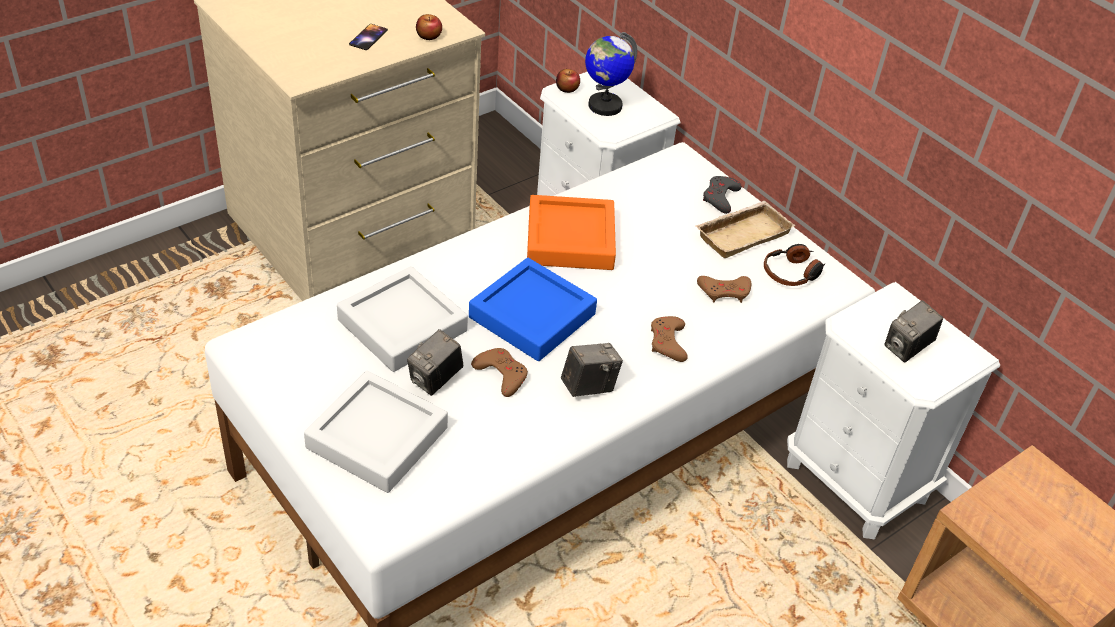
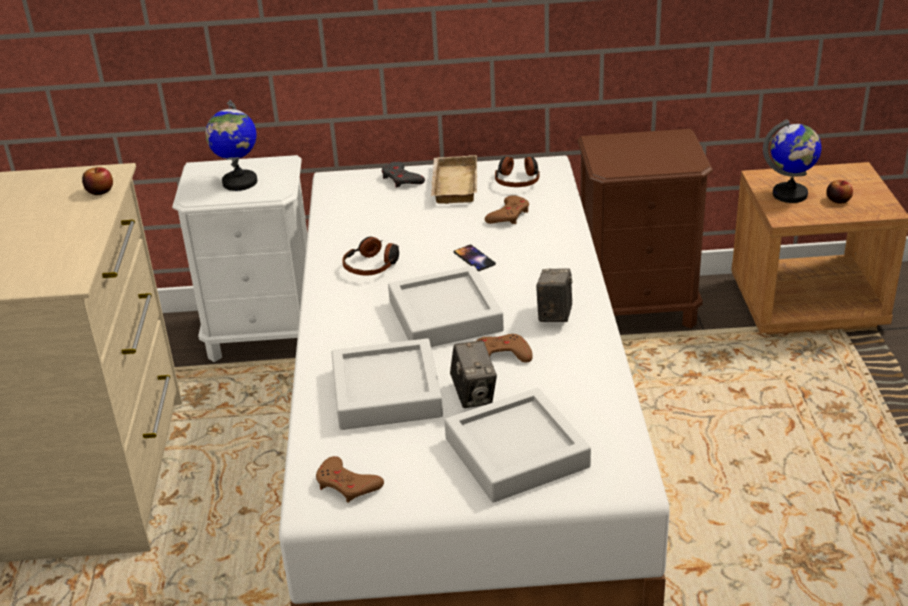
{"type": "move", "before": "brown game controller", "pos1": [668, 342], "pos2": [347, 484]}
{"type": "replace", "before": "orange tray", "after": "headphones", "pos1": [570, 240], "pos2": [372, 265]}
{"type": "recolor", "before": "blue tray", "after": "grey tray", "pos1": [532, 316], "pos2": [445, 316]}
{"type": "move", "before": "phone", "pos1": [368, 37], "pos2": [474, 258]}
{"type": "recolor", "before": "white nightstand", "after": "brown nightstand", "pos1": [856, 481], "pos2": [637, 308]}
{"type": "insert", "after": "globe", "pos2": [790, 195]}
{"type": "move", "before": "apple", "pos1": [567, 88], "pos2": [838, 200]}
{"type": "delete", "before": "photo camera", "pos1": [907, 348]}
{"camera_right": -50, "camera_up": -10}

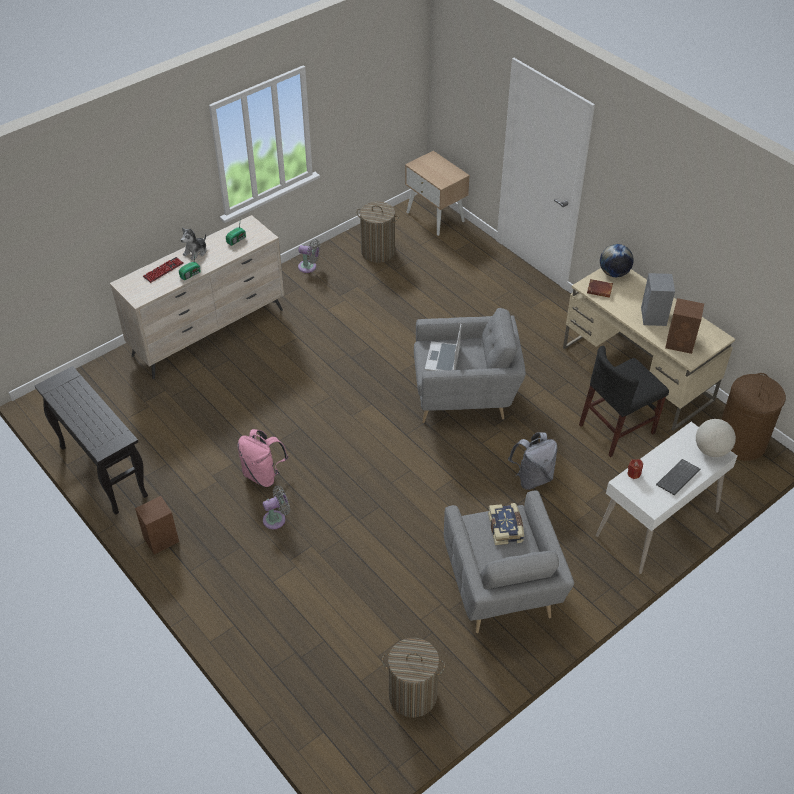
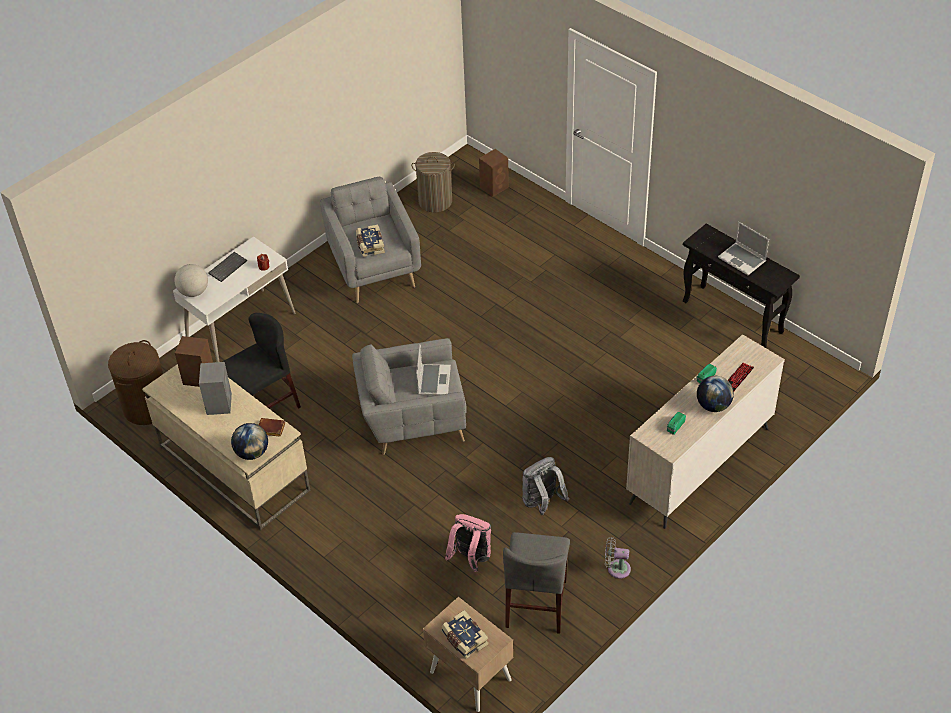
{"type": "insert", "after": "book", "pos2": [464, 639]}
{"type": "move", "before": "pink backpack", "pos1": [263, 475], "pos2": [471, 558]}
{"type": "move", "before": "brown speaker", "pos1": [160, 540], "pos2": [494, 187]}
{"type": "replace", "before": "laundry basket", "after": "grey chair", "pos1": [378, 252], "pos2": [536, 603]}
{"type": "move", "before": "grey backpack", "pos1": [532, 478], "pos2": [542, 503]}
{"type": "replace", "before": "plush toy", "after": "globe", "pos1": [196, 252], "pos2": [713, 405]}
{"type": "insert", "after": "laptop", "pos2": [742, 259]}
{"type": "delete", "before": "grey fan", "pos1": [276, 519]}
{"camera_right": 175, "camera_up": 0}

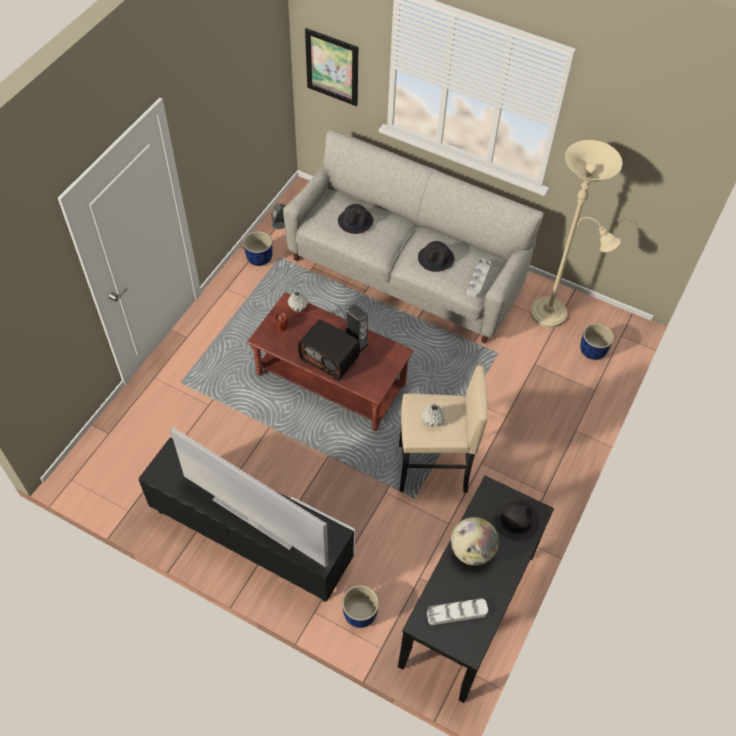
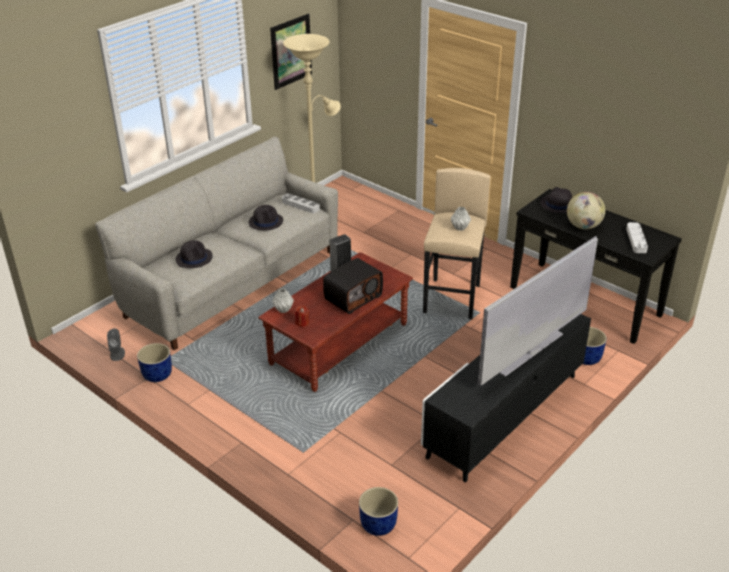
{"type": "move", "before": "picture", "pos1": [332, 67], "pos2": [291, 51]}
{"type": "move", "before": "blue planter", "pos1": [593, 350], "pos2": [378, 524]}
{"camera_right": -75, "camera_up": -20}

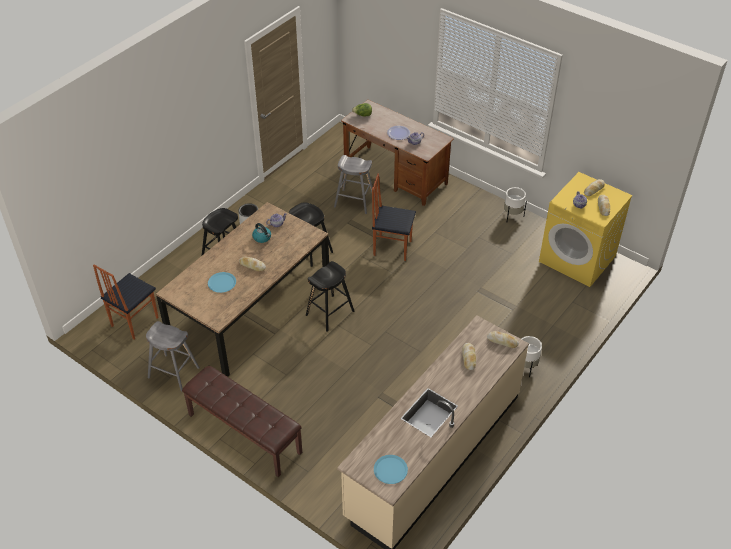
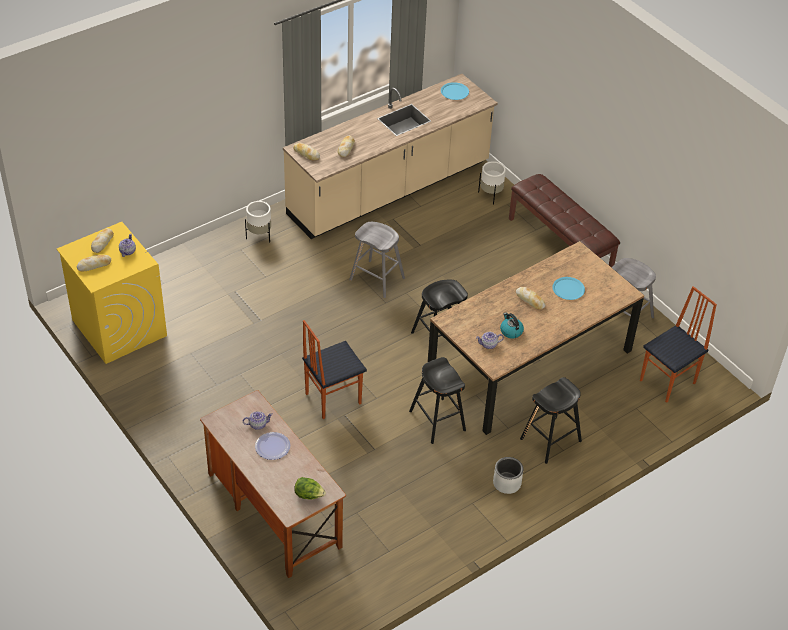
{"type": "rotate", "before": "chair", "pos1": [392, 247], "pos2": [332, 398], "turn": 120}
{"type": "move", "before": "grey stool", "pos1": [354, 201], "pos2": [376, 279]}
{"type": "move", "before": "white planter", "pos1": [512, 216], "pos2": [490, 195]}
{"camera_right": -165, "camera_up": 0}

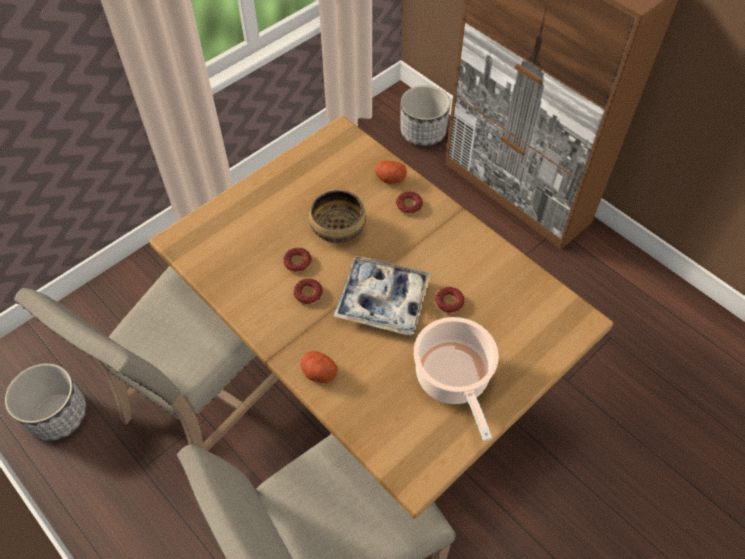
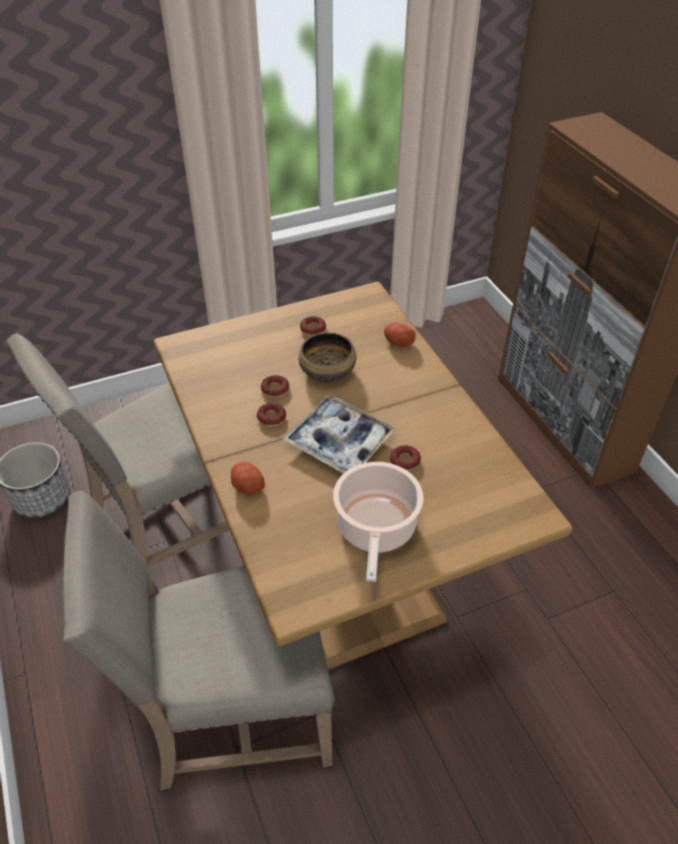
{"type": "move", "before": "donut", "pos1": [409, 205], "pos2": [313, 329]}
{"type": "delete", "before": "planter", "pos1": [423, 133]}
{"camera_right": 20, "camera_up": -10}

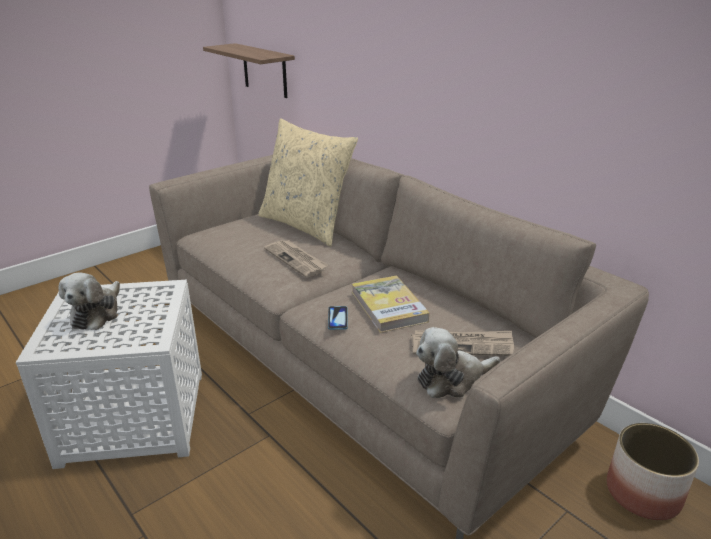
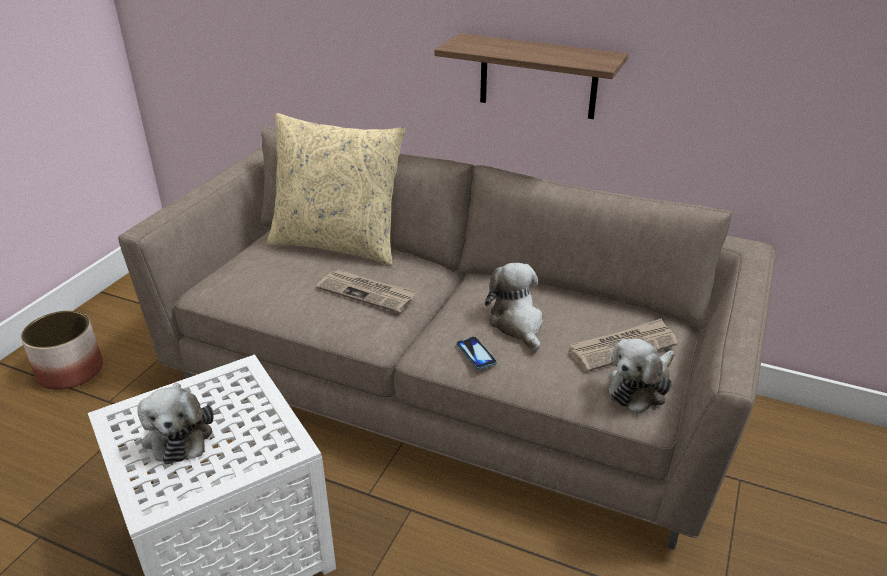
{"type": "move", "before": "planter", "pos1": [643, 493], "pos2": [71, 372]}
{"type": "move", "before": "shelf", "pos1": [264, 70], "pos2": [538, 77]}
{"type": "replace", "before": "book", "after": "plush toy", "pos1": [388, 306], "pos2": [517, 324]}
{"camera_right": -25, "camera_up": 5}

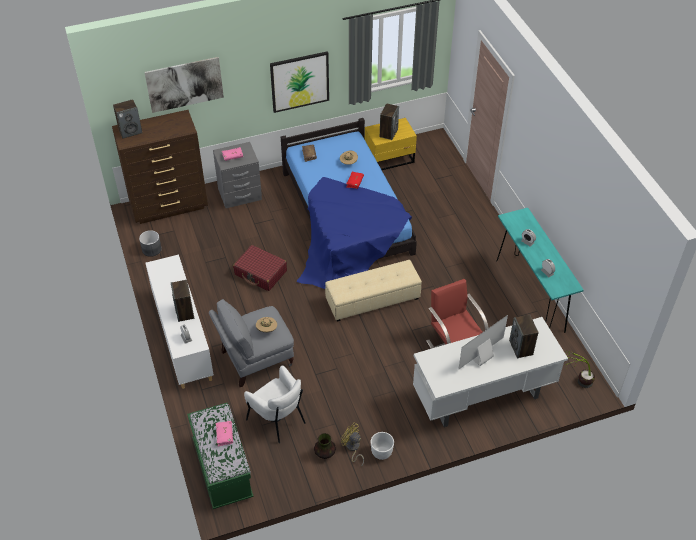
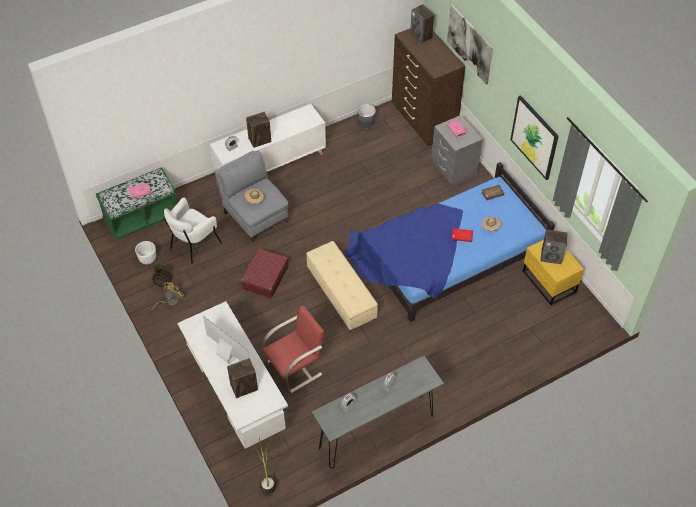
{"type": "move", "before": "white planter", "pos1": [381, 453], "pos2": [147, 259]}
{"type": "move", "before": "red suitcase", "pos1": [260, 273], "pos2": [265, 277]}
{"type": "recolor", "before": "turquoise console table", "after": "grey console table", "pos1": [530, 295], "pos2": [376, 431]}
{"camera_right": 80, "camera_up": 5}

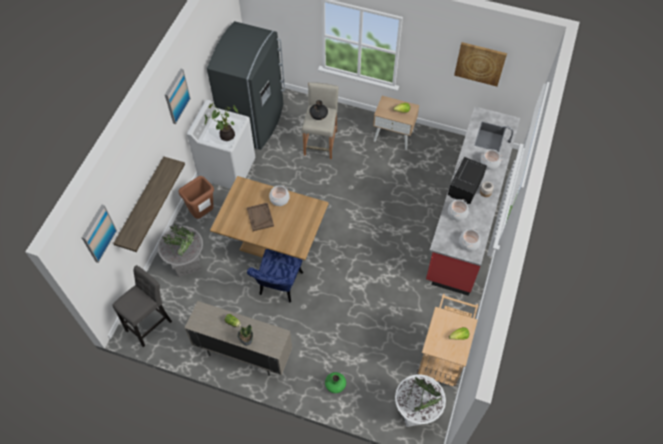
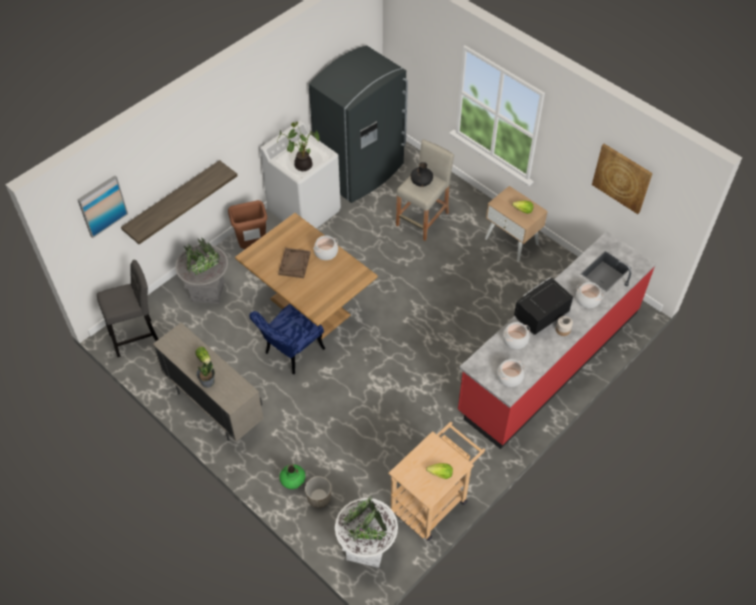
{"type": "insert", "after": "planter", "pos2": [319, 497]}
{"type": "delete", "before": "picture", "pos1": [176, 96]}
{"camera_right": 25, "camera_up": -5}

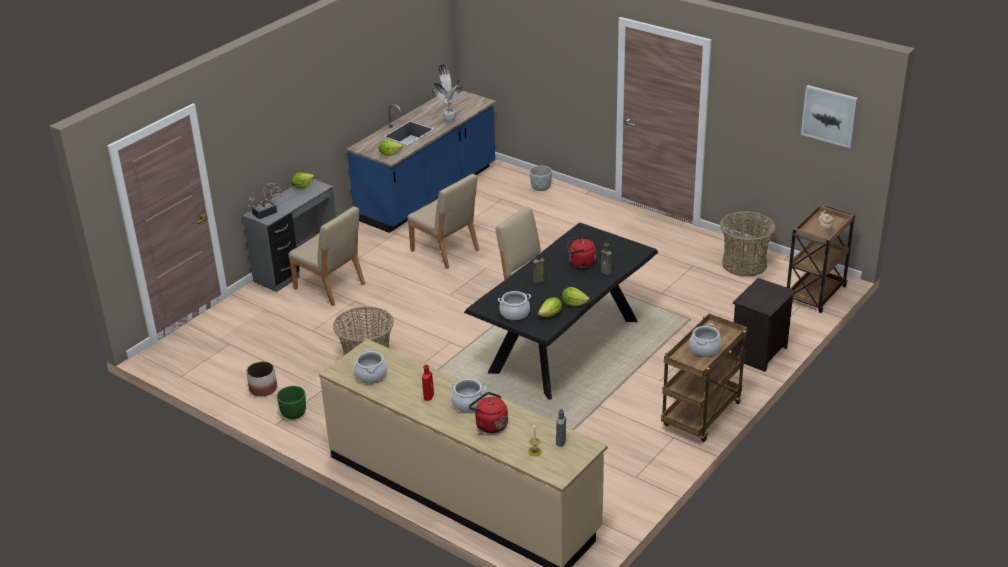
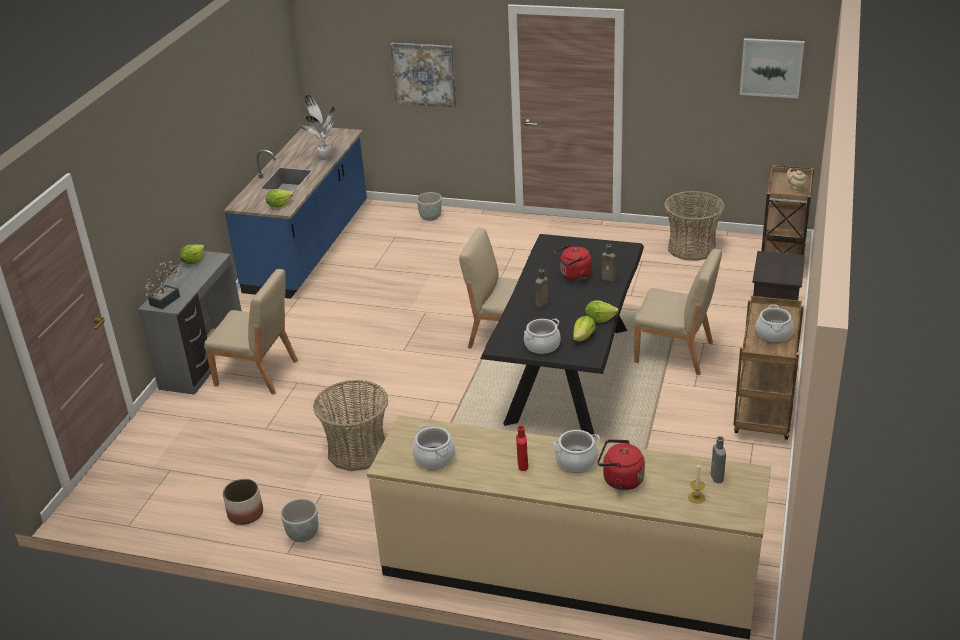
{"type": "recolor", "before": "green planter", "after": "grey planter", "pos1": [293, 414], "pos2": [302, 535]}
{"type": "insert", "after": "picture", "pos2": [424, 74]}
{"type": "move", "before": "beige chair", "pos1": [445, 251], "pos2": [675, 353]}
{"camera_right": -20, "camera_up": 0}

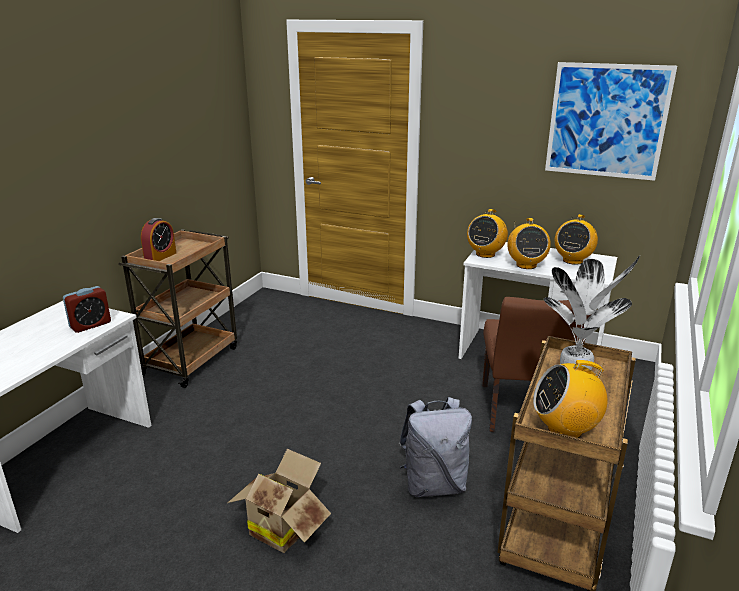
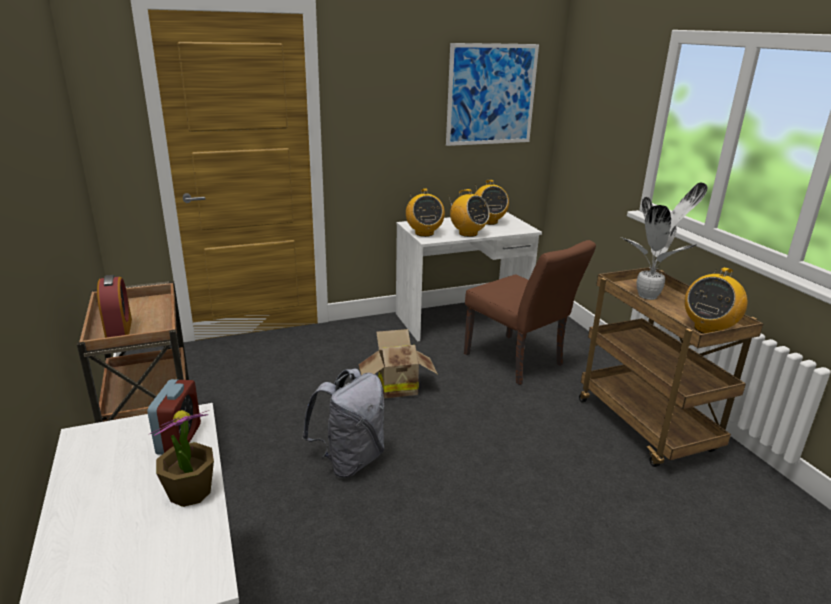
{"type": "insert", "after": "potted plant", "pos2": [190, 492]}
{"type": "move", "before": "grey backpack", "pos1": [434, 484], "pos2": [350, 460]}
{"type": "move", "before": "cardboard box", "pos1": [282, 527], "pos2": [395, 387]}
{"camera_right": -45, "camera_up": 0}

